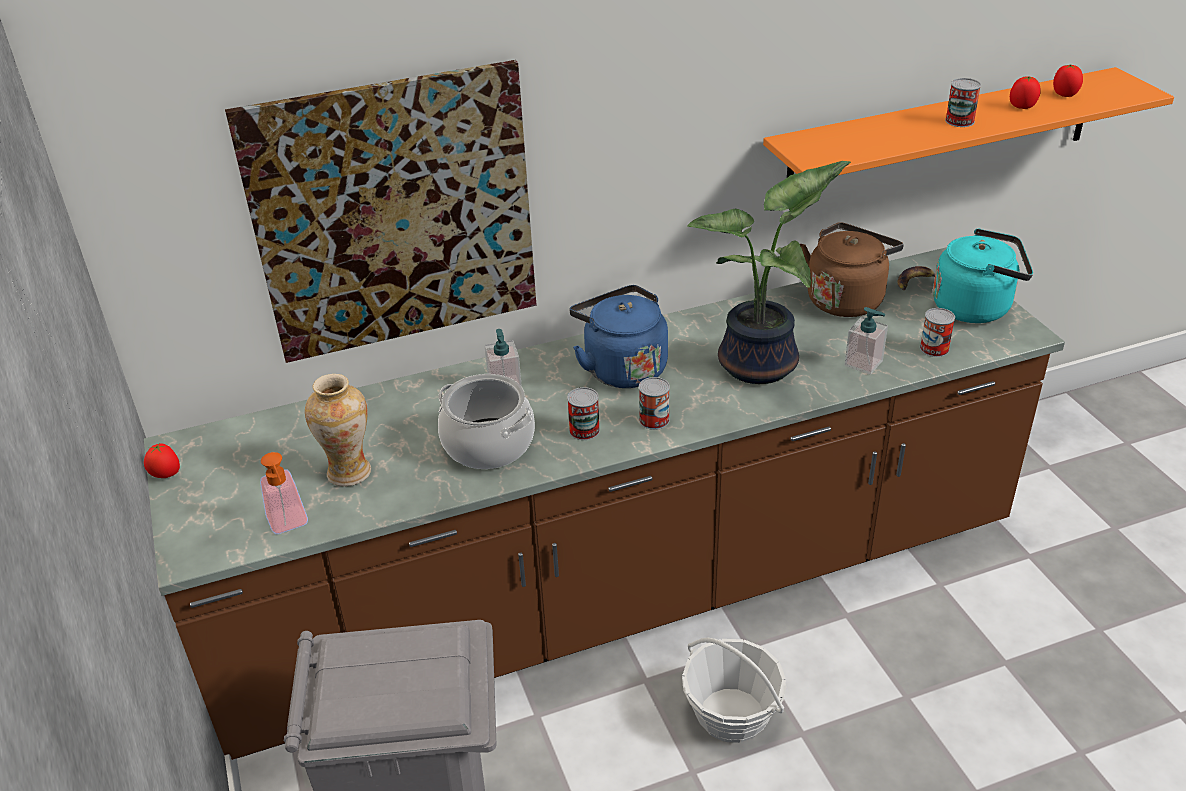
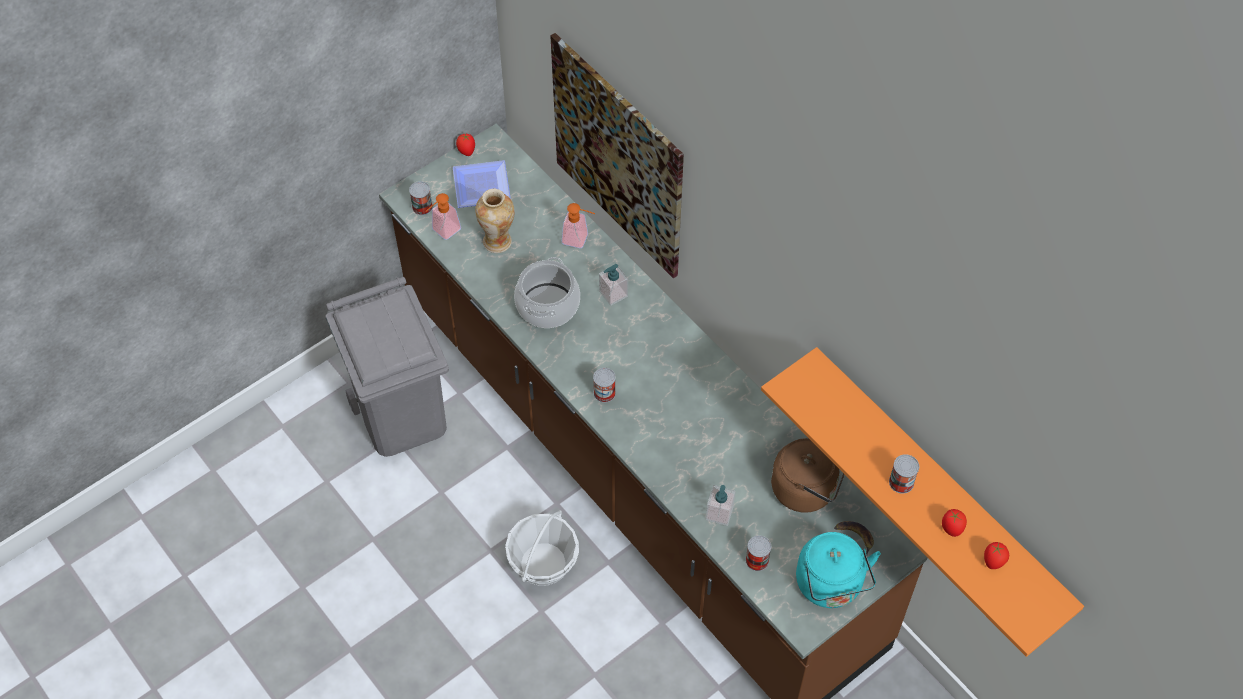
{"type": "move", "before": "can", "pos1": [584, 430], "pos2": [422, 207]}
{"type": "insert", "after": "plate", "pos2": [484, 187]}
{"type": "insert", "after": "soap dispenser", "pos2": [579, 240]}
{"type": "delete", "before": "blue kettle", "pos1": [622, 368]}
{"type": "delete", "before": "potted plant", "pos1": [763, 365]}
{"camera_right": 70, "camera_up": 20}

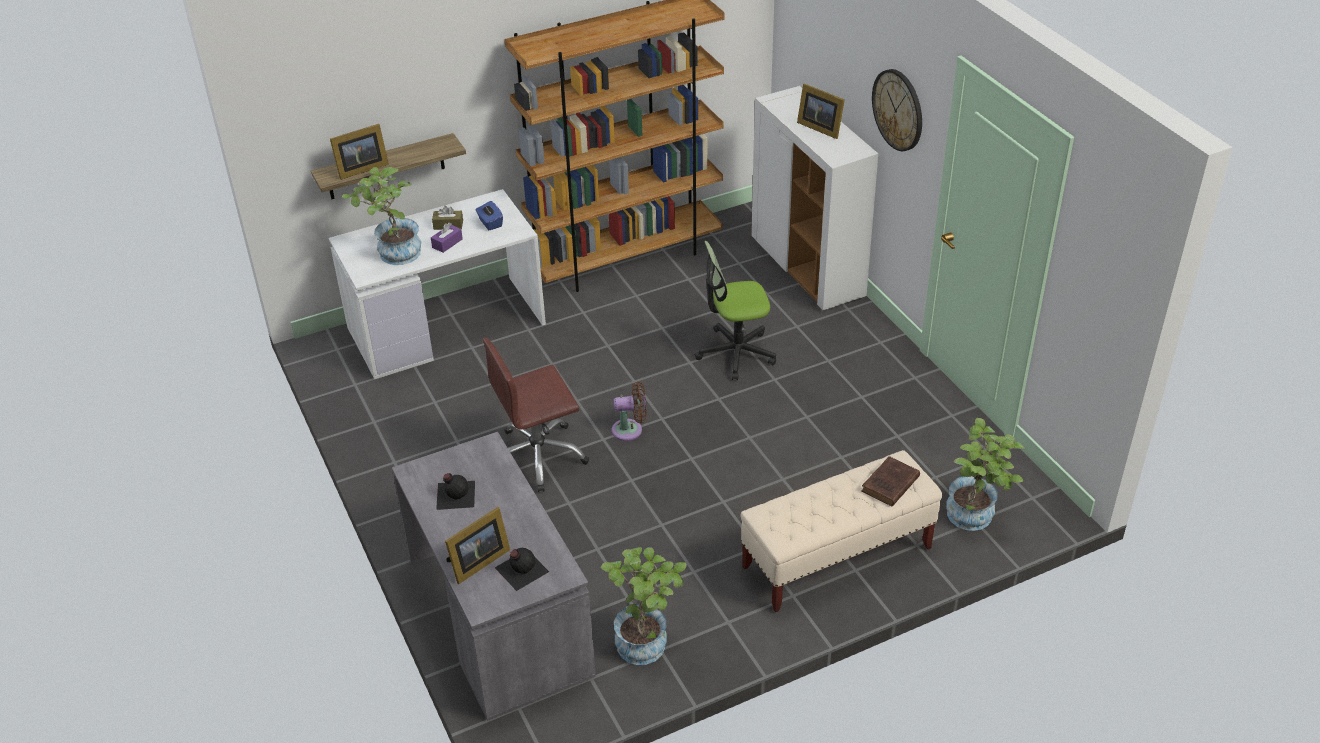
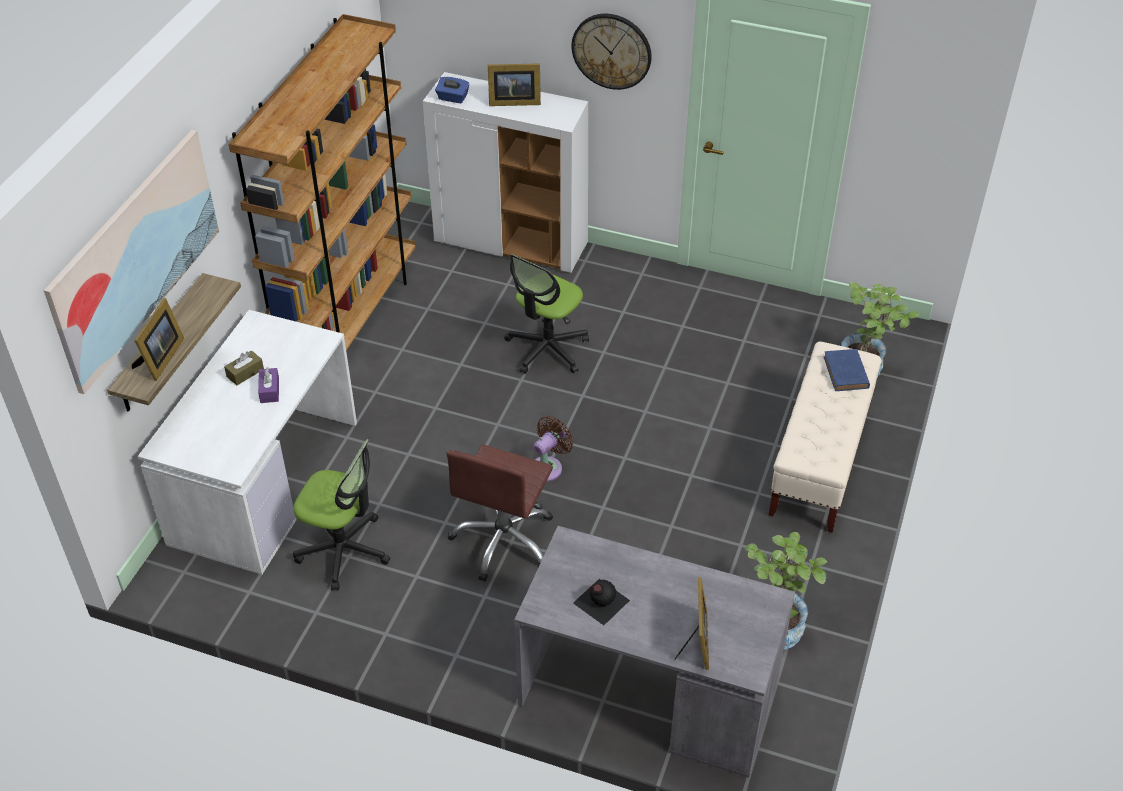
{"type": "insert", "after": "picture", "pos2": [136, 257]}
{"type": "insert", "after": "office chair", "pos2": [344, 550]}
{"type": "move", "before": "blue tissue box", "pos1": [490, 223], "pos2": [452, 98]}
{"type": "recolor", "before": "brown book", "after": "blue book", "pos1": [889, 485], "pos2": [846, 374]}
{"type": "delete", "before": "potted plant", "pos1": [393, 255]}
{"type": "delete", "before": "black bottle", "pos1": [520, 569]}
{"camera_right": -45, "camera_up": 5}

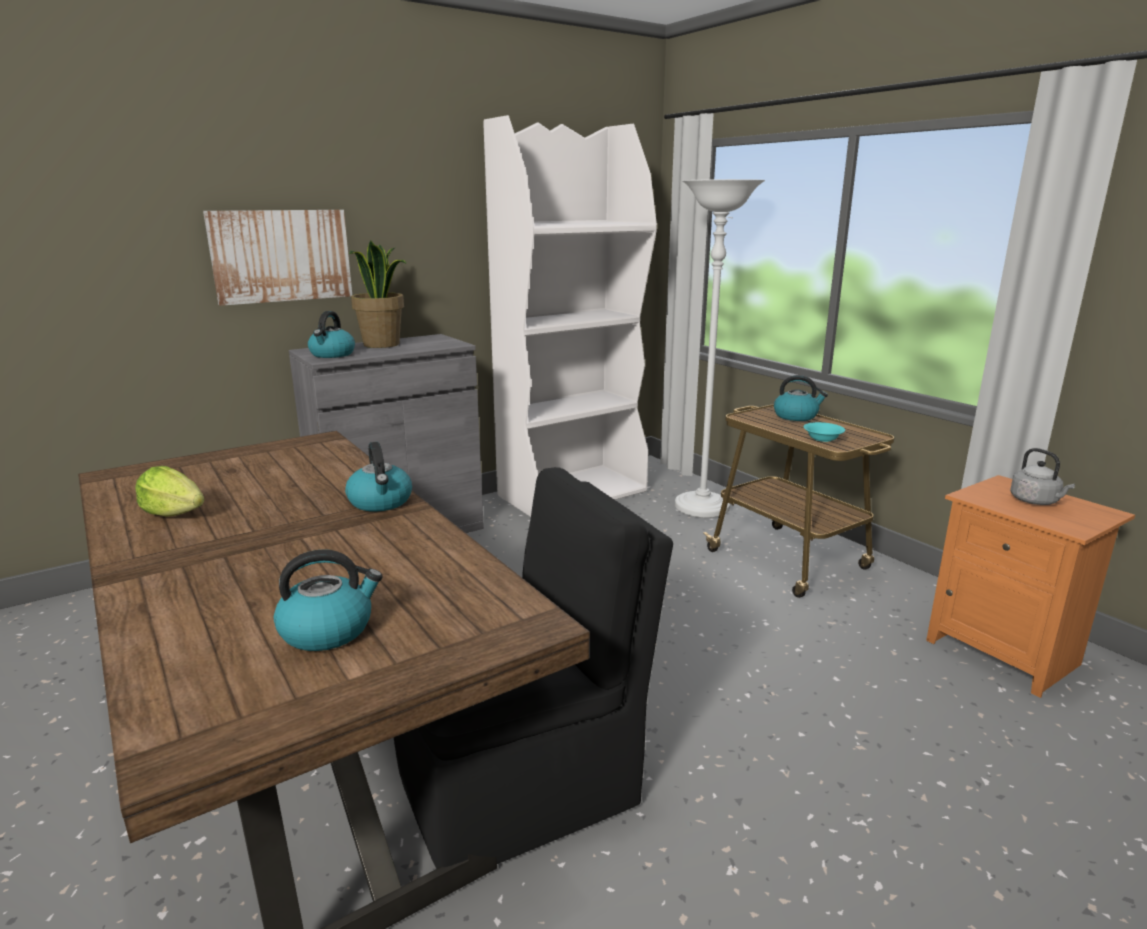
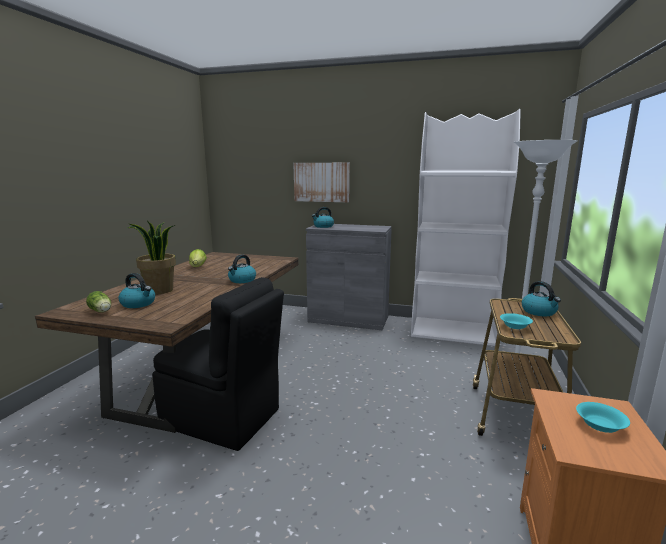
{"type": "insert", "after": "lettuce", "pos2": [101, 311]}
{"type": "move", "before": "potted plant", "pos1": [382, 344], "pos2": [159, 291]}
{"type": "replace", "before": "grey kettle", "after": "turquoise bowl", "pos1": [1036, 501], "pos2": [600, 426]}
{"camera_right": 50, "camera_up": -5}

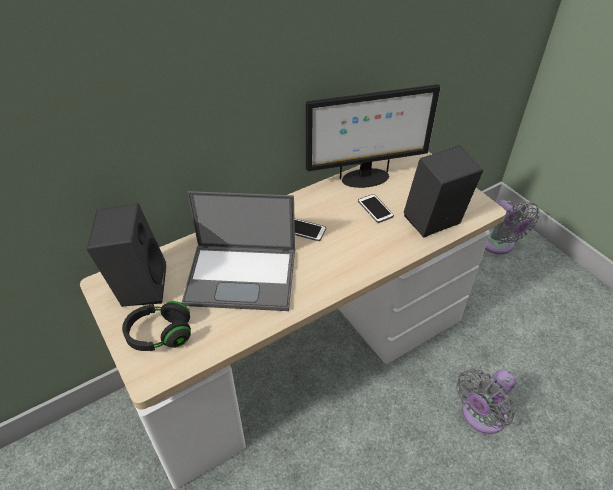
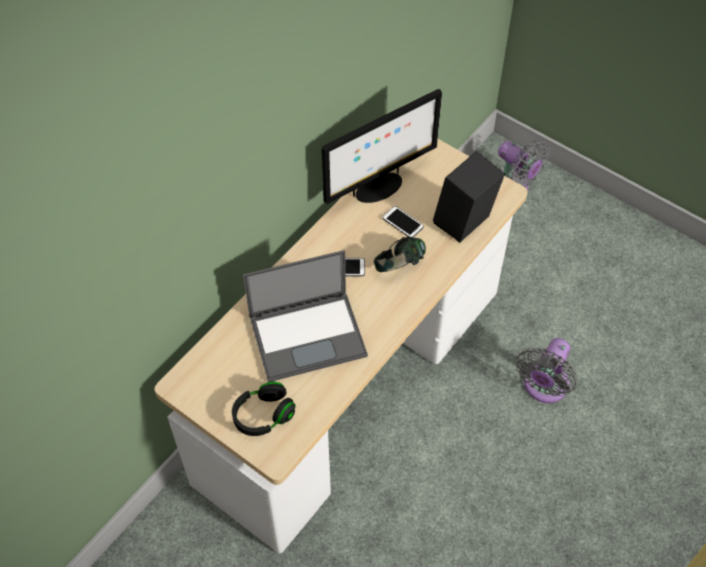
{"type": "insert", "after": "headphones", "pos2": [399, 266]}
{"type": "delete", "before": "black speaker", "pos1": [138, 285]}
{"camera_right": -20, "camera_up": 10}

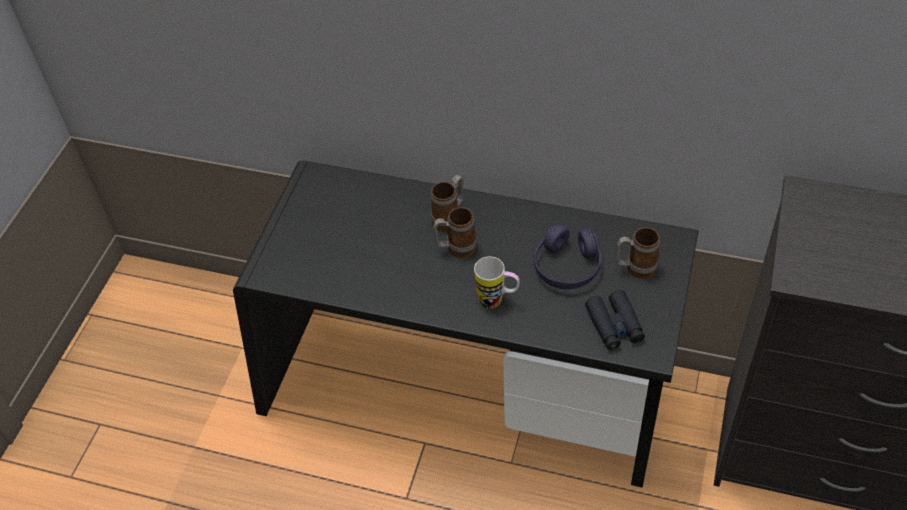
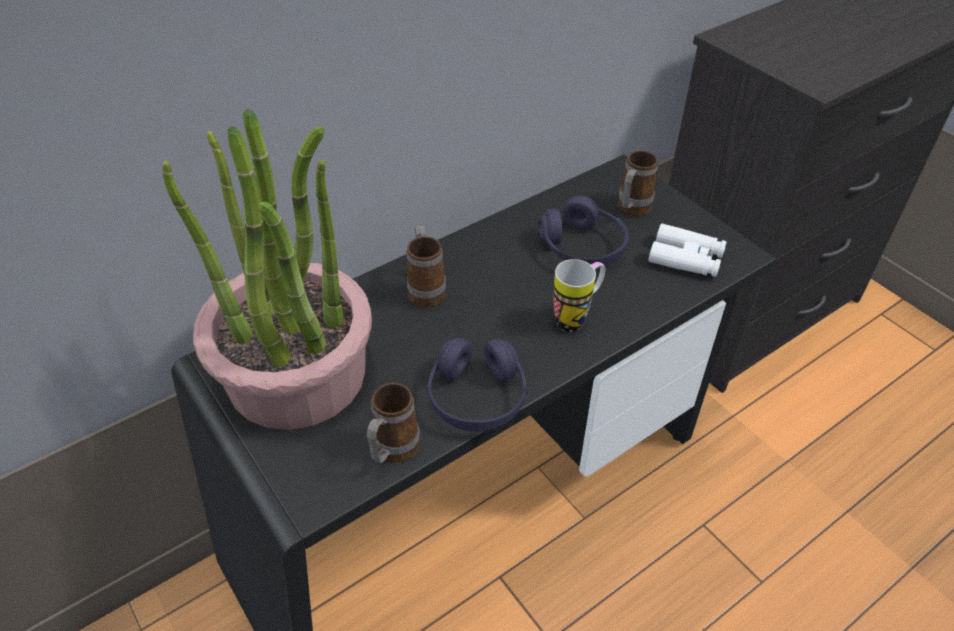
{"type": "insert", "after": "potted plant", "pos2": [297, 375]}
{"type": "move", "before": "mug", "pos1": [456, 249], "pos2": [392, 452]}
{"type": "insert", "after": "purple headphones", "pos2": [477, 397]}
{"type": "recolor", "before": "black binoculars", "after": "white binoculars", "pos1": [614, 325], "pos2": [686, 258]}
{"camera_right": -55, "camera_up": -5}

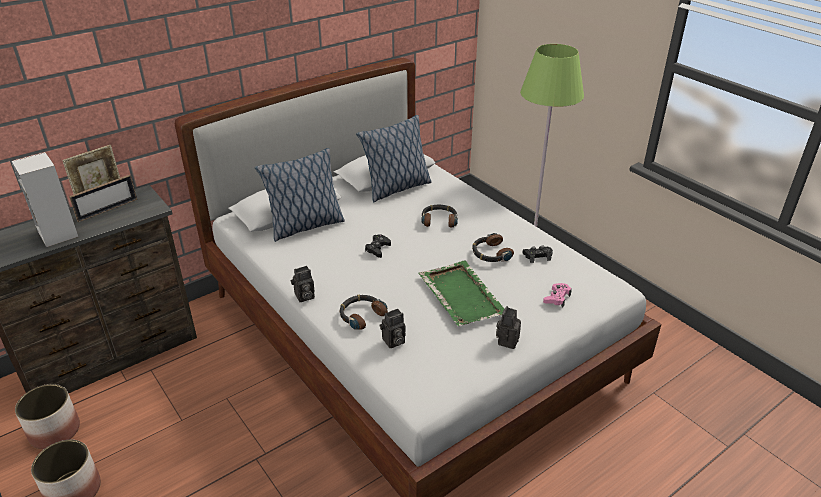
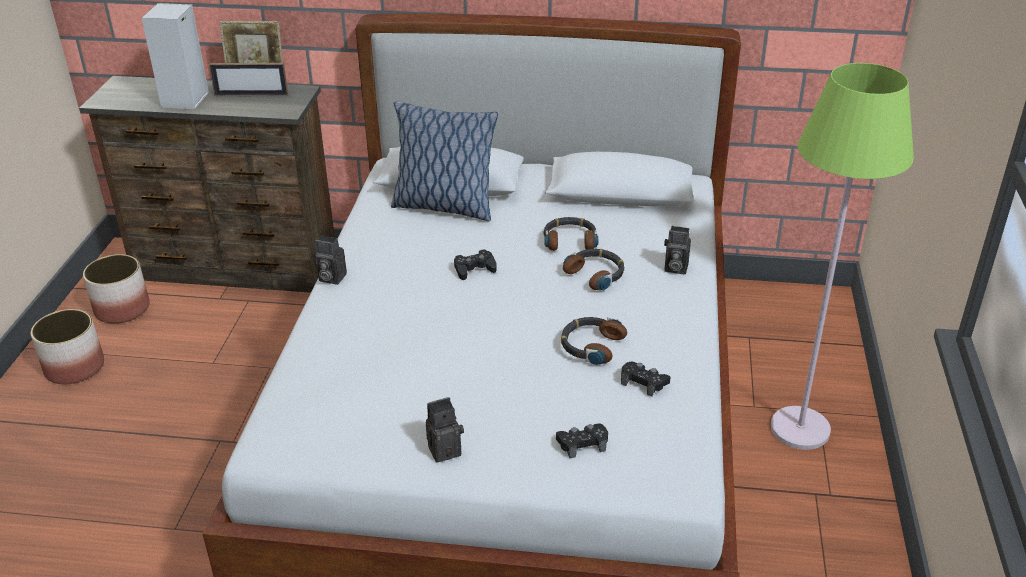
{"type": "move", "before": "headphones", "pos1": [361, 315], "pos2": [570, 240]}
{"type": "recolor", "before": "pink game controller", "after": "black game controller", "pos1": [557, 298], "pos2": [582, 444]}
{"type": "move", "before": "photo camera", "pos1": [393, 342], "pos2": [674, 268]}
{"type": "delete", "before": "pillow", "pos1": [396, 188]}
{"type": "delete", "before": "green tray", "pos1": [461, 295]}
{"camera_right": 45, "camera_up": 0}

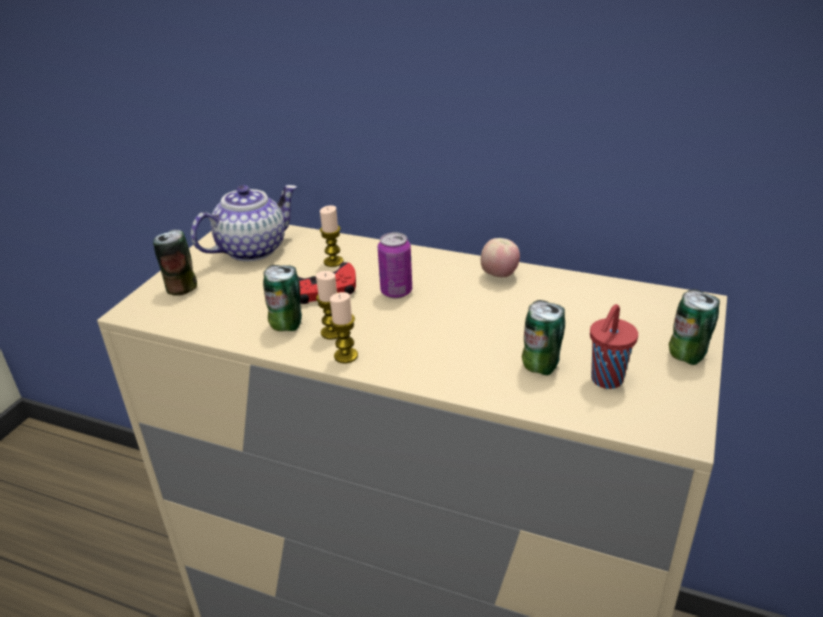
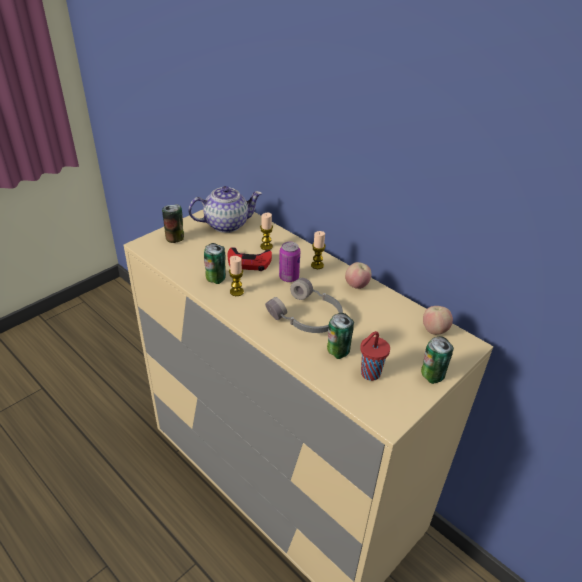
{"type": "insert", "after": "grey headphones", "pos2": [307, 317]}
{"type": "move", "before": "candle", "pos1": [346, 356], "pos2": [317, 265]}
{"type": "insert", "after": "apple", "pos2": [434, 331]}
{"camera_right": 20, "camera_up": 5}

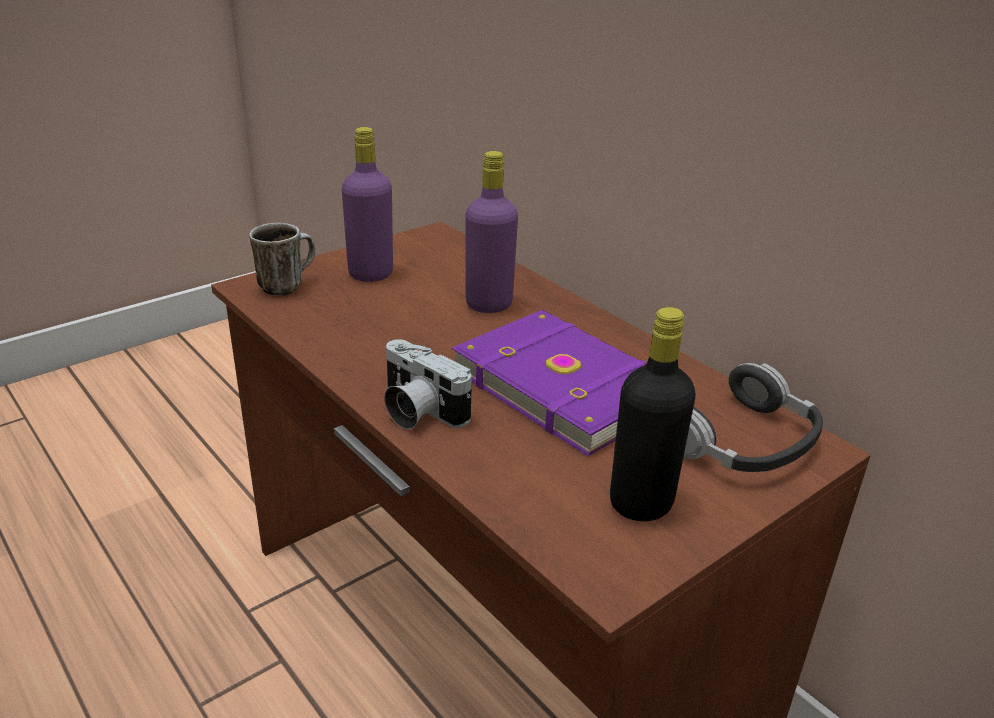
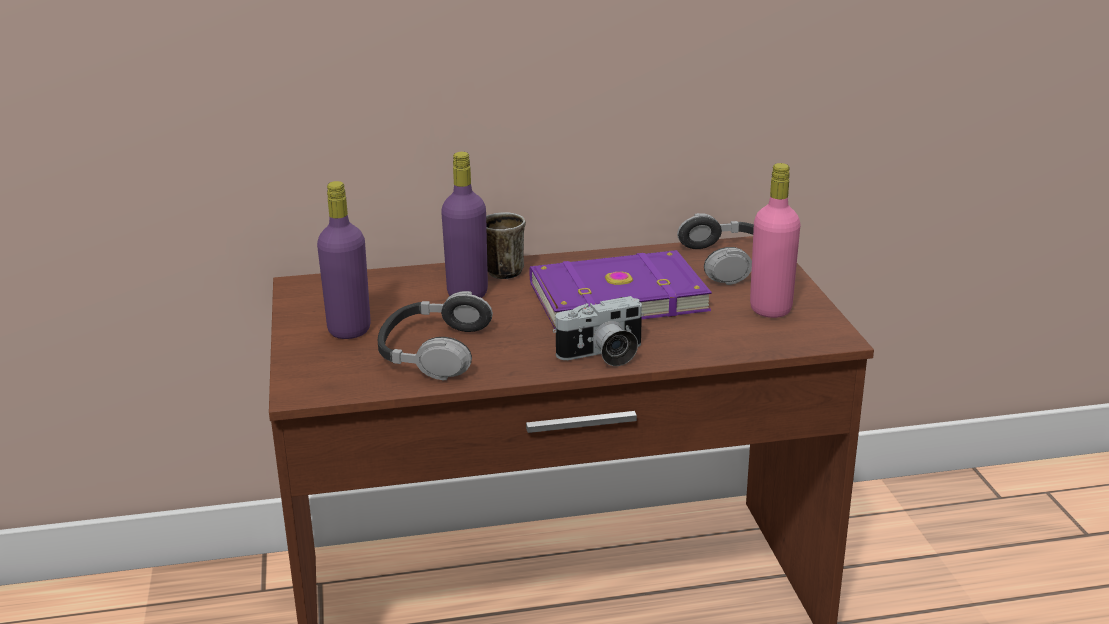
{"type": "insert", "after": "headphones", "pos2": [433, 350]}
{"type": "move", "before": "mug", "pos1": [286, 285], "pos2": [501, 270]}
{"type": "recolor", "before": "black bottle", "after": "pink bottle", "pos1": [641, 503], "pos2": [770, 309]}
{"camera_right": -60, "camera_up": -5}

